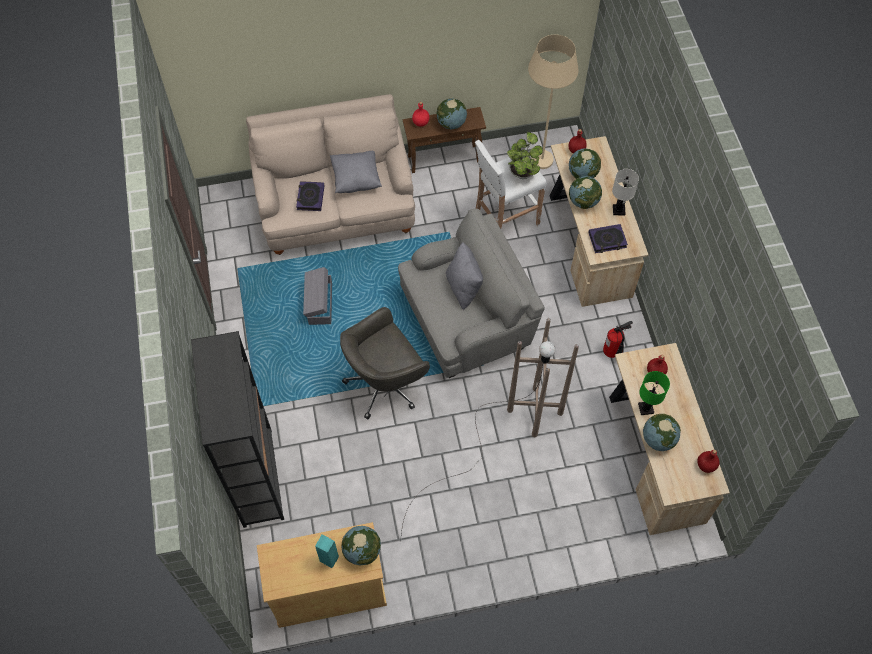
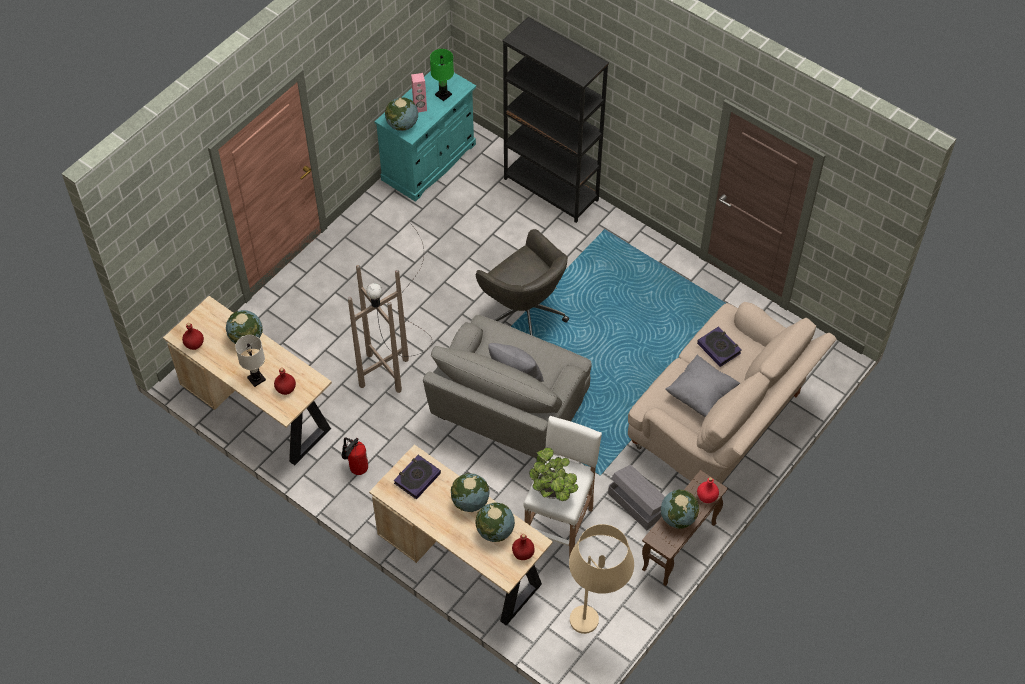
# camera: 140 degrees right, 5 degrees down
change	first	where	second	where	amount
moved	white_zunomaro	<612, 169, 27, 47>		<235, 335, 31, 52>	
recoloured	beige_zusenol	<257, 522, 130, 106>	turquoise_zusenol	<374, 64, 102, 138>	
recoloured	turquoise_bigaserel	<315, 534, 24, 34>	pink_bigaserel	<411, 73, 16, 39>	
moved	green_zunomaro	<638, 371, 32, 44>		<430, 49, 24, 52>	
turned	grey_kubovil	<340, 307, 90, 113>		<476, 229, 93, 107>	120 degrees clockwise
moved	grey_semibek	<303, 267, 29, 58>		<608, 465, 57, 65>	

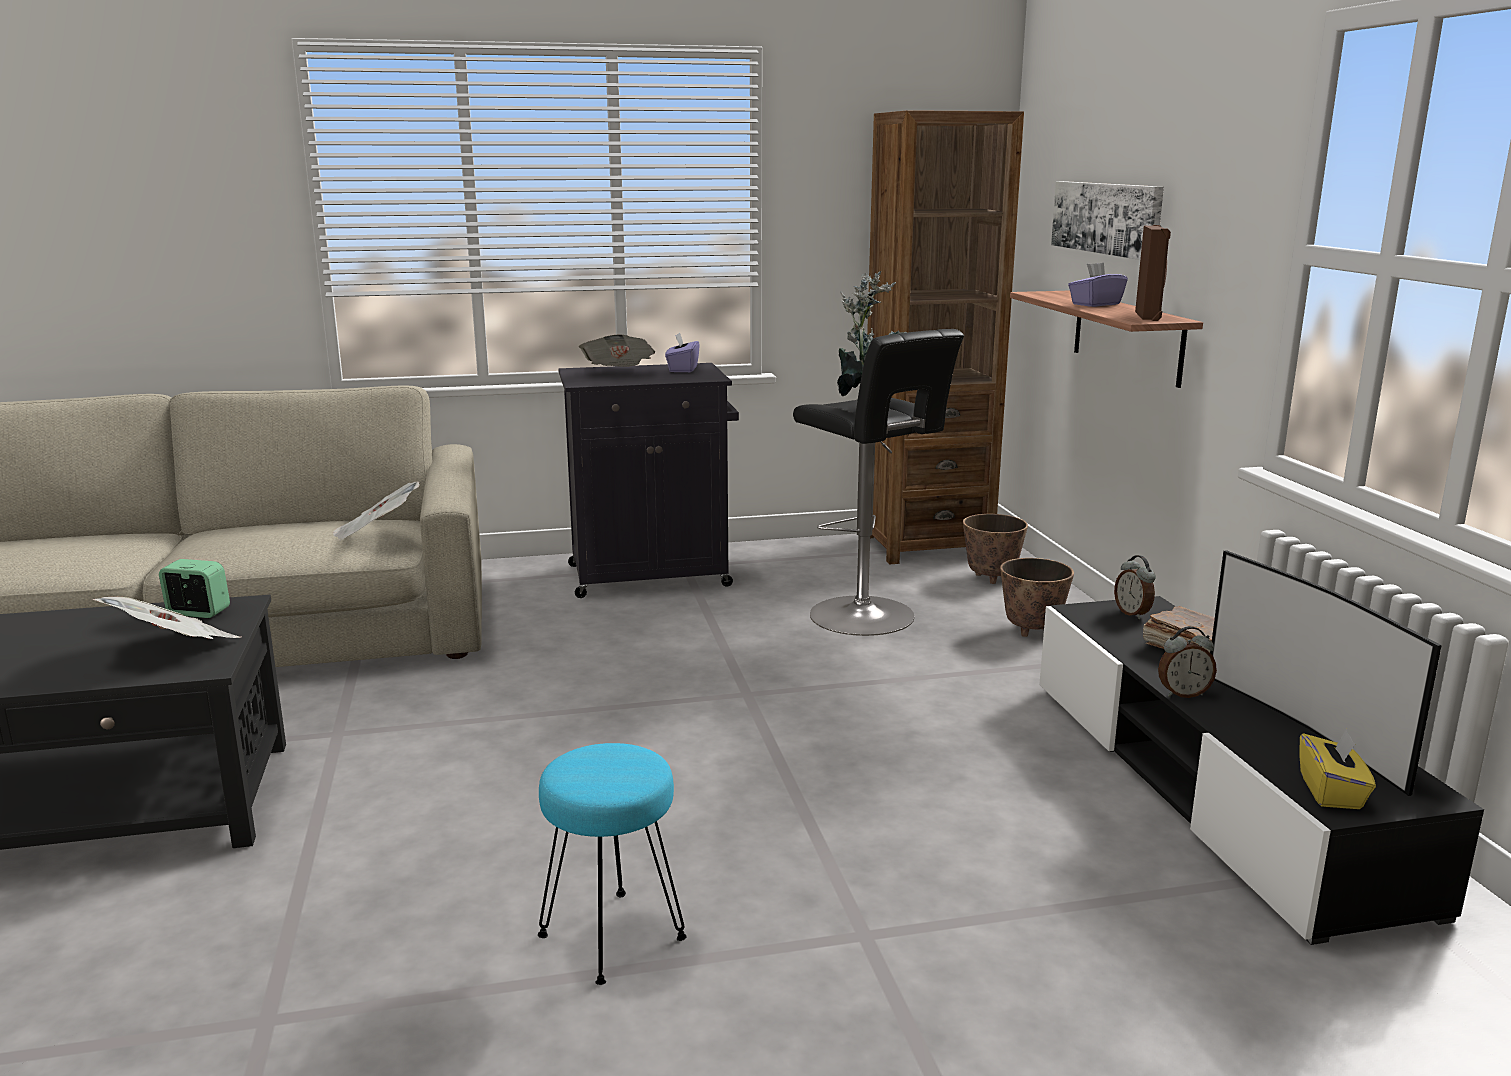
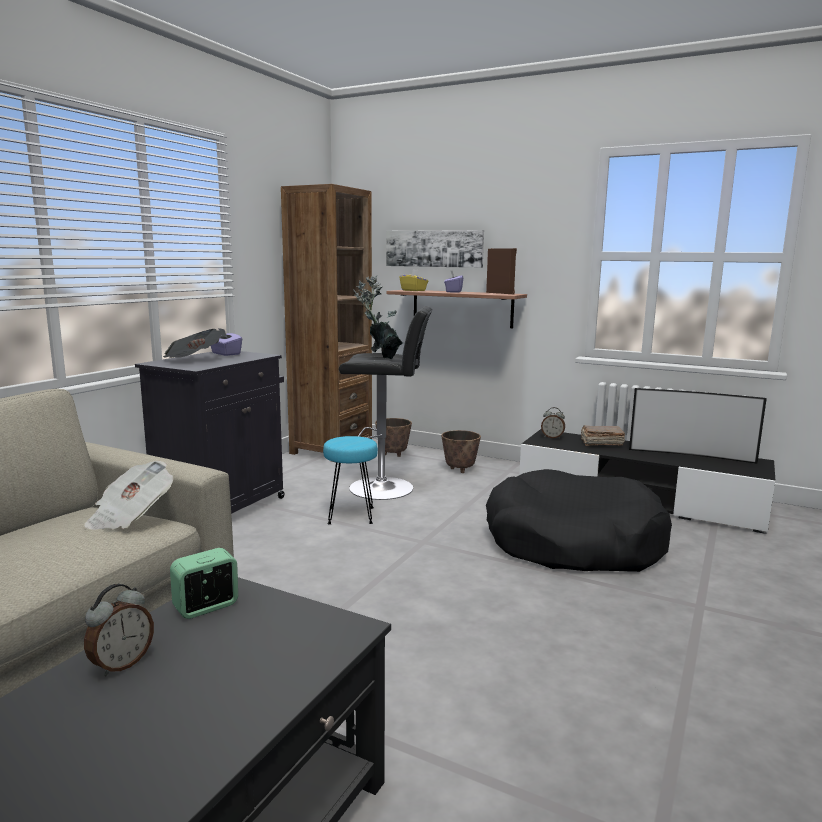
# camera: 50 degrees left, 5 degrees down
change	first	where	second	where	amount
moved	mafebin	<1158, 626, 59, 72>		<84, 584, 70, 92>	
moved	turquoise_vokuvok	<538, 743, 149, 242>		<323, 436, 55, 89>	
moved	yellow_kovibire	<1299, 729, 77, 80>		<399, 270, 29, 21>	
added			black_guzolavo	<486, 469, 186, 103>	
removed	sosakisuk	<93, 597, 149, 42>			

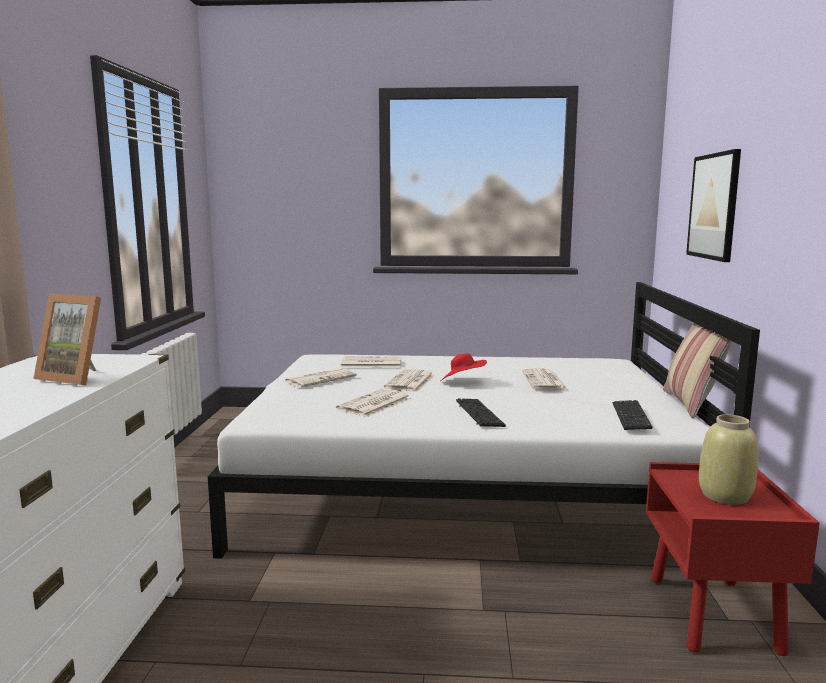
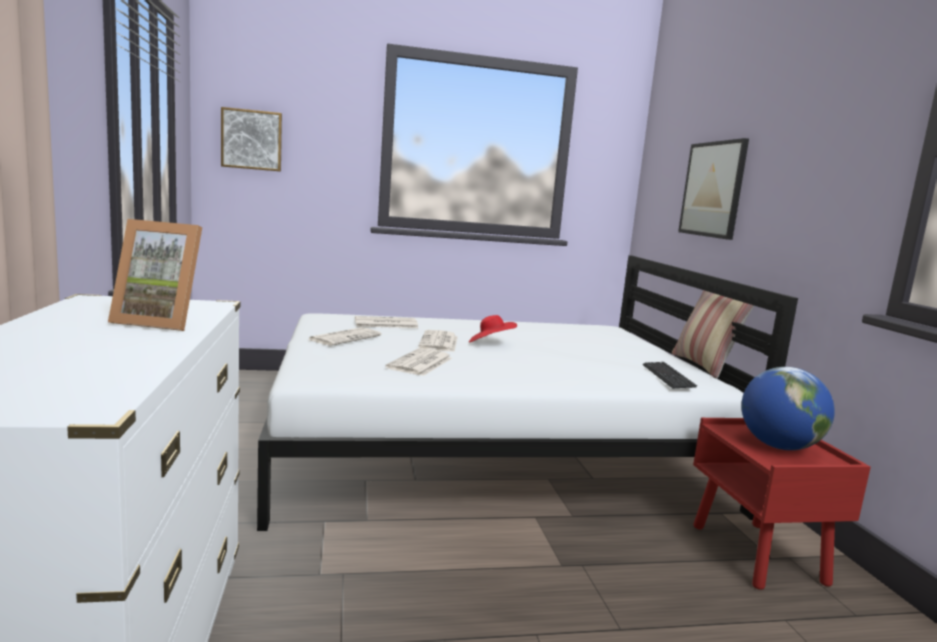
# camera: 15 degrees left, 0 degrees up
change	first	where	second	where	amount
added			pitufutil	<221, 107, 61, 65>	
replaced	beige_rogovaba	<699, 414, 59, 91>	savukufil	<741, 367, 94, 83>	
removed	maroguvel	<456, 398, 50, 29>			
removed	sosakisuk	<522, 368, 46, 22>			

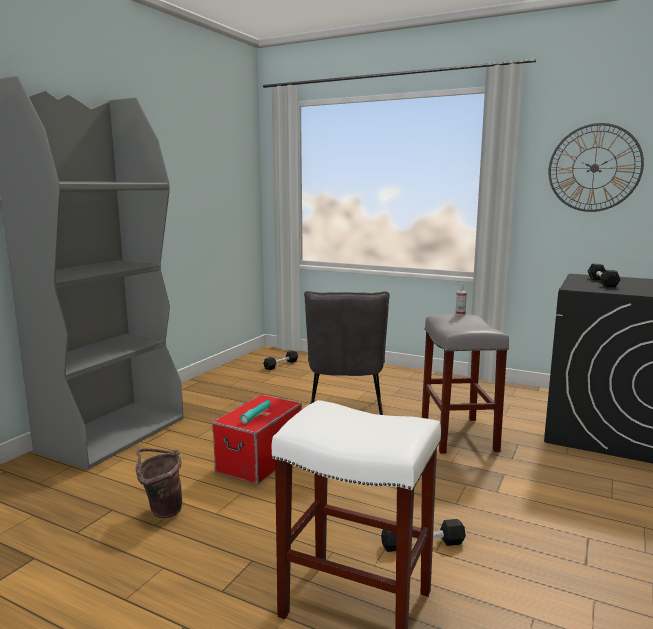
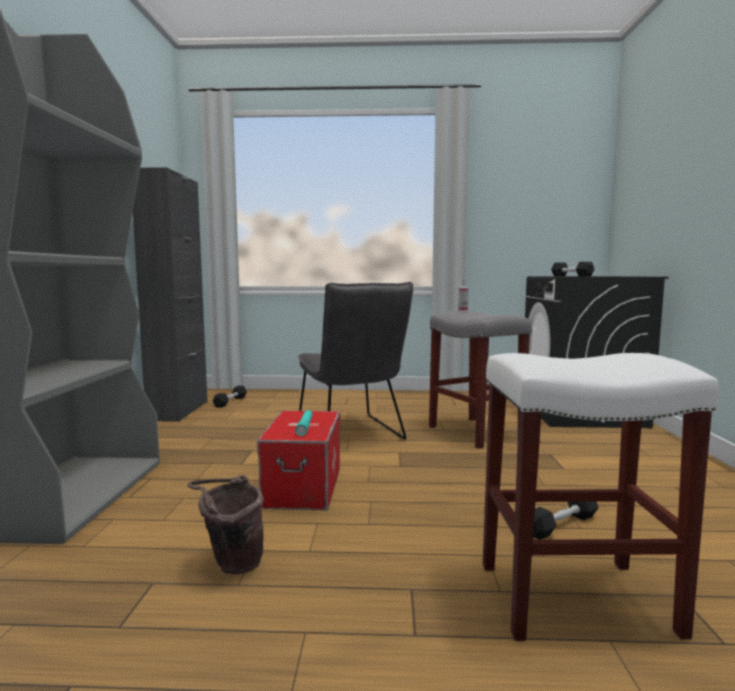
# camera: 25 degrees left, 5 degrees down
change	first	where	second	where	amount
added			black_zusenol	<133, 167, 75, 255>	
removed	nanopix	<548, 123, 96, 89>			

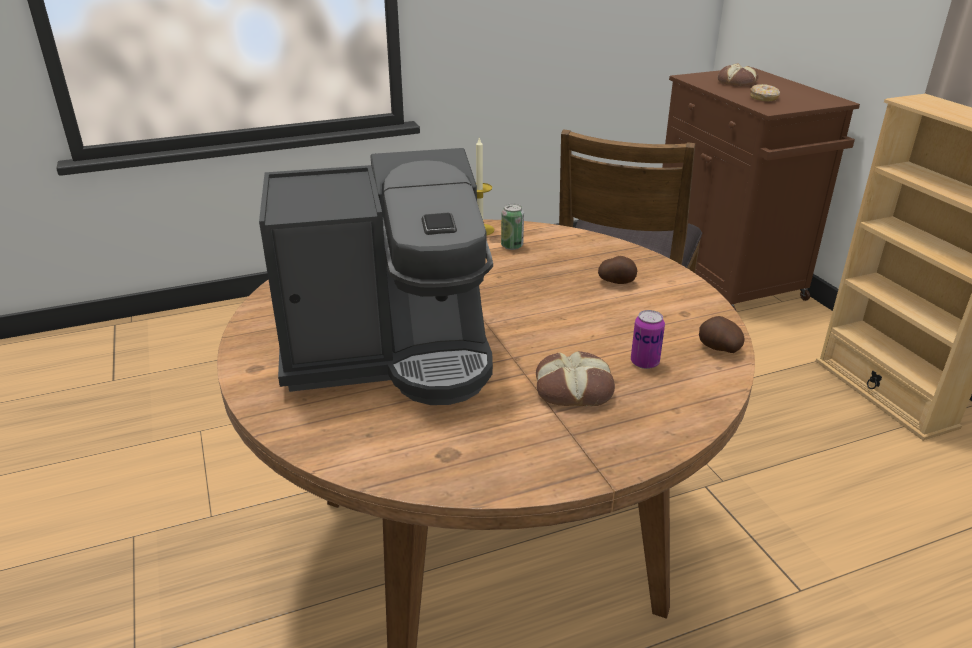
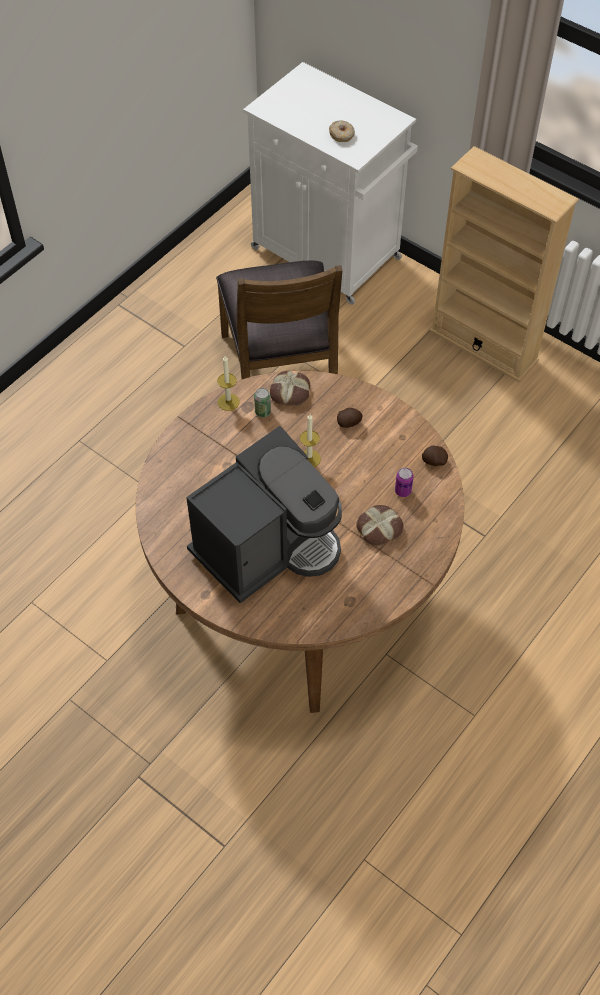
# camera: 30 degrees left, 25 degrees up
change	first	where	second	where	amount
recoloured	brown_zusenol	<662, 67, 198, 245>	white_zusenol	<243, 62, 175, 243>	
moved	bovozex	<718, 63, 41, 23>		<270, 371, 40, 35>	
added			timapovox	<300, 414, 21, 53>	

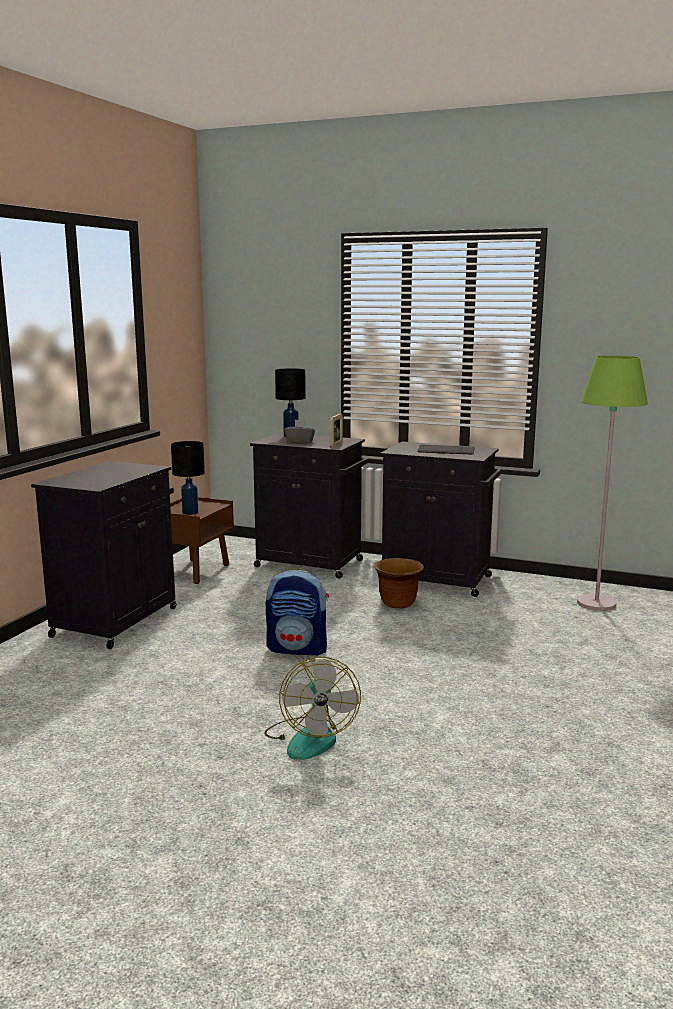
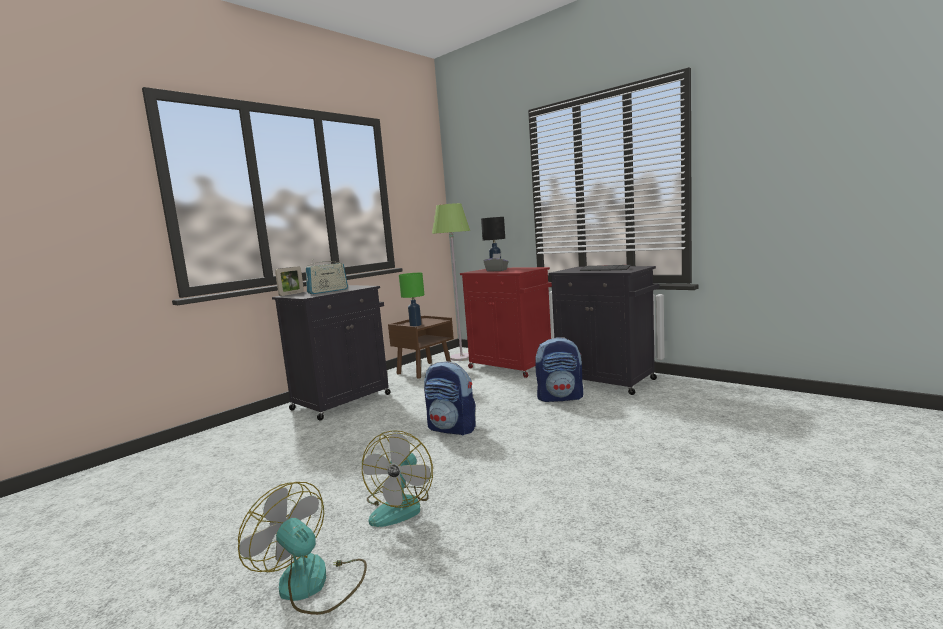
# camera: 20 degrees right, 5 degrees down
change	first	where	second	where	amount
added			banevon	<238, 482, 129, 133>	
moved	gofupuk	<330, 414, 13, 34>		<275, 266, 29, 30>	
added			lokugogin	<305, 259, 43, 35>	
recoloured	black_zunomaro	<171, 441, 34, 74>	green_zunomaro	<399, 273, 25, 54>	
moved	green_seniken	<577, 356, 71, 255>		<432, 203, 38, 158>	
recoloured	black_zusenol	<250, 433, 118, 146>	red_zusenol	<460, 267, 92, 111>	
replaced	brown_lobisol	<374, 558, 50, 50>	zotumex	<535, 337, 48, 65>	

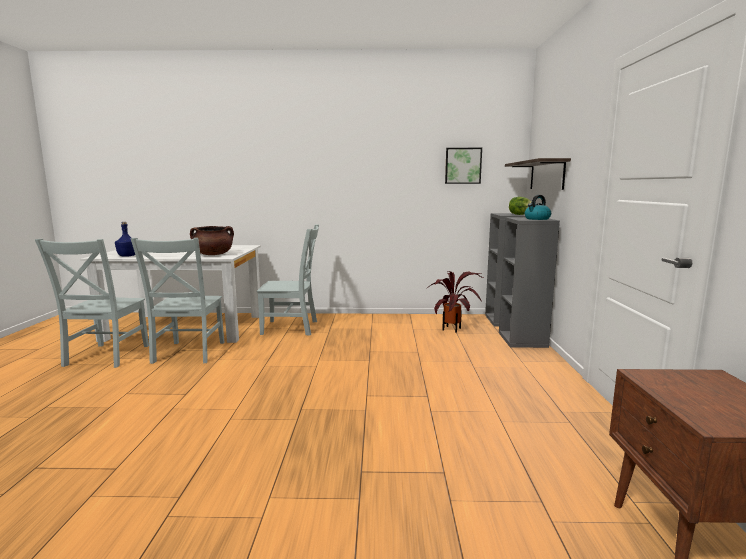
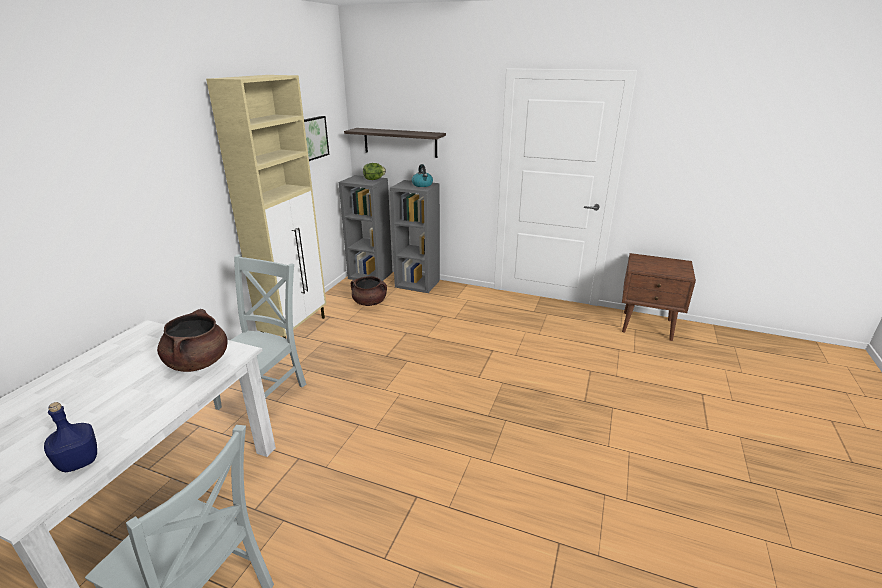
# camera: 70 degrees left, 15 degrees up
change	first	where	second	where	amount
added			beige_zusenol	<206, 75, 120, 263>	
replaced	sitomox	<426, 271, 57, 61>	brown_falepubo	<351, 276, 36, 30>	
removed	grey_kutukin	<130, 238, 95, 126>			

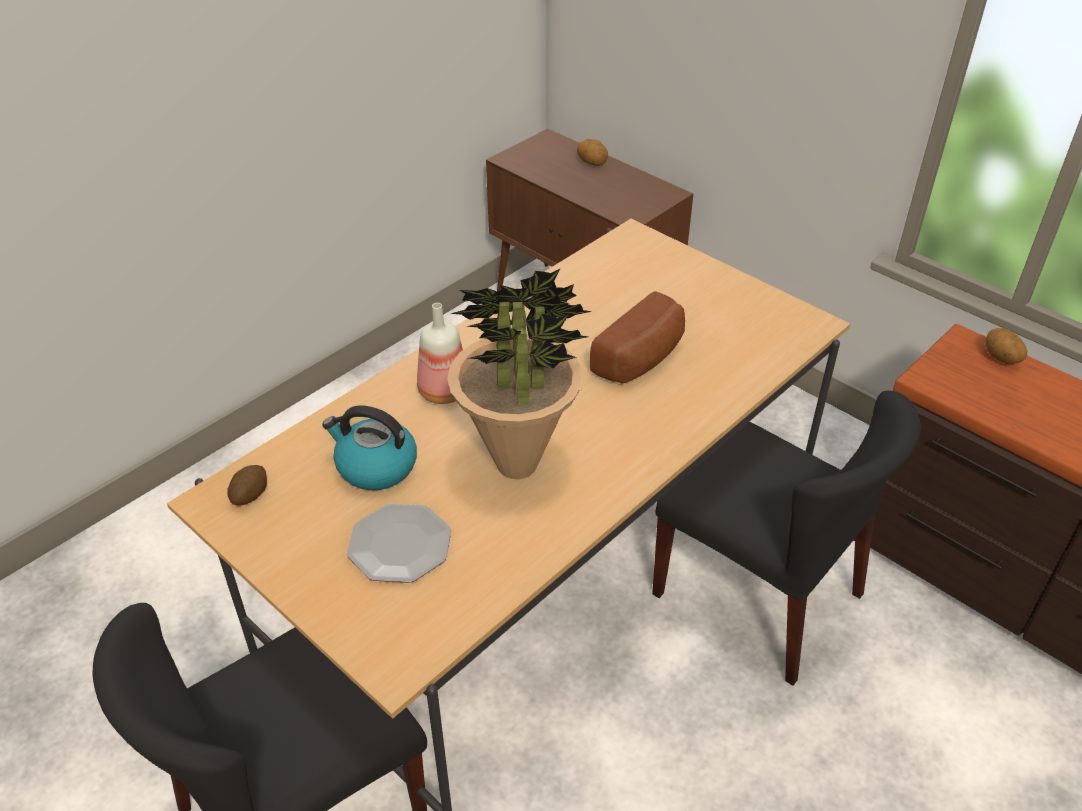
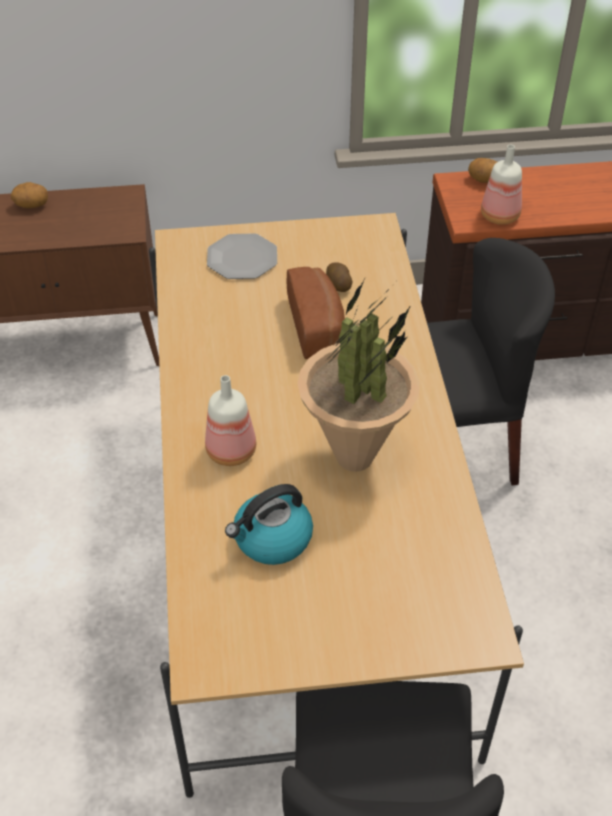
# camera: 50 degrees left, 5 degrees up
change	first	where	second	where	amount
moved	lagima	<347, 504, 104, 79>		<207, 233, 70, 46>	
moved	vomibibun	<227, 465, 40, 40>		<326, 262, 26, 30>	
added			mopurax	<481, 144, 41, 81>	

